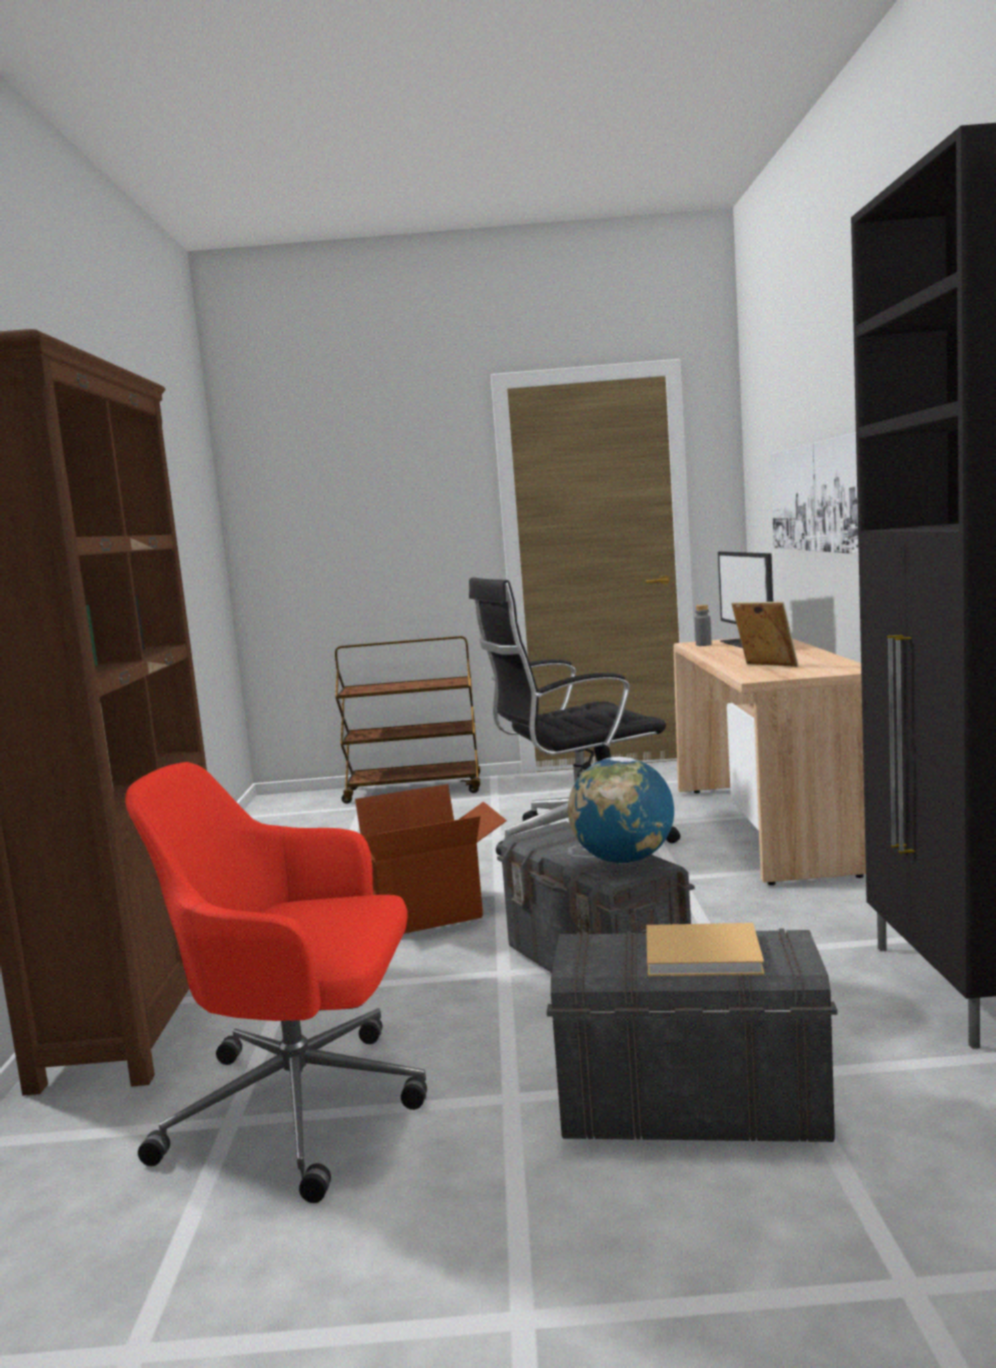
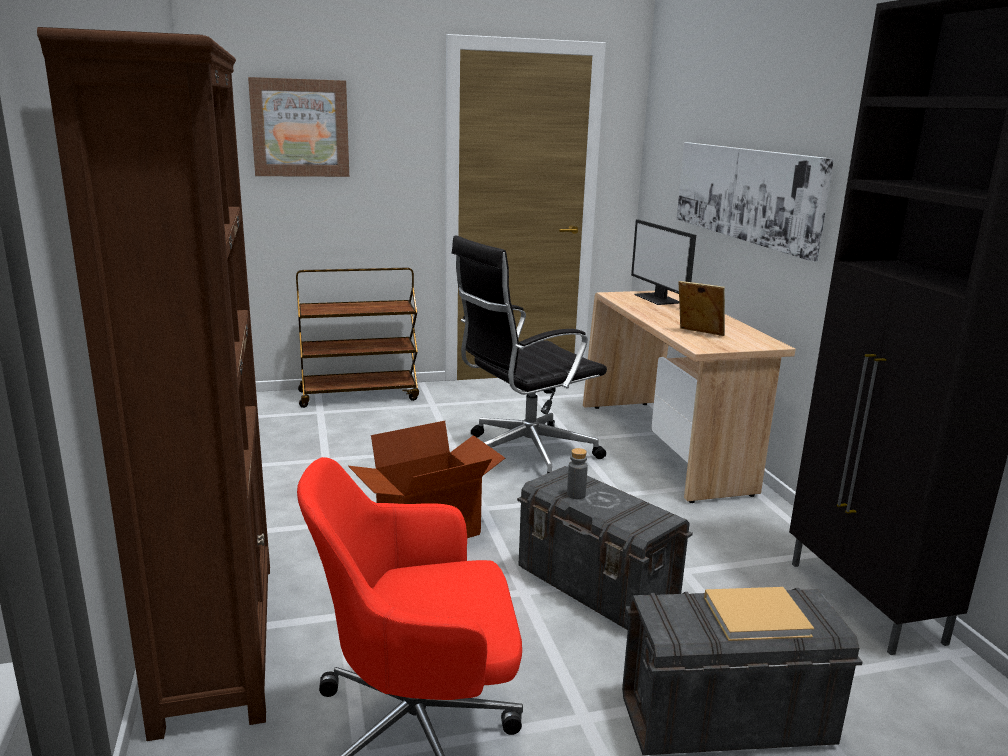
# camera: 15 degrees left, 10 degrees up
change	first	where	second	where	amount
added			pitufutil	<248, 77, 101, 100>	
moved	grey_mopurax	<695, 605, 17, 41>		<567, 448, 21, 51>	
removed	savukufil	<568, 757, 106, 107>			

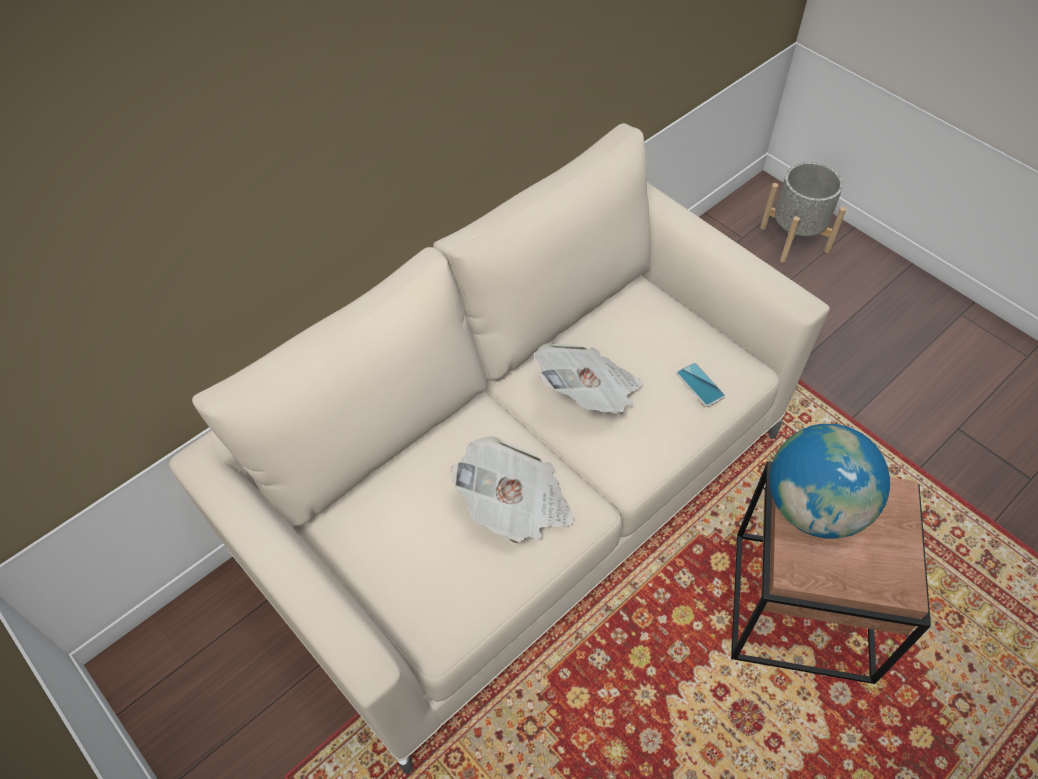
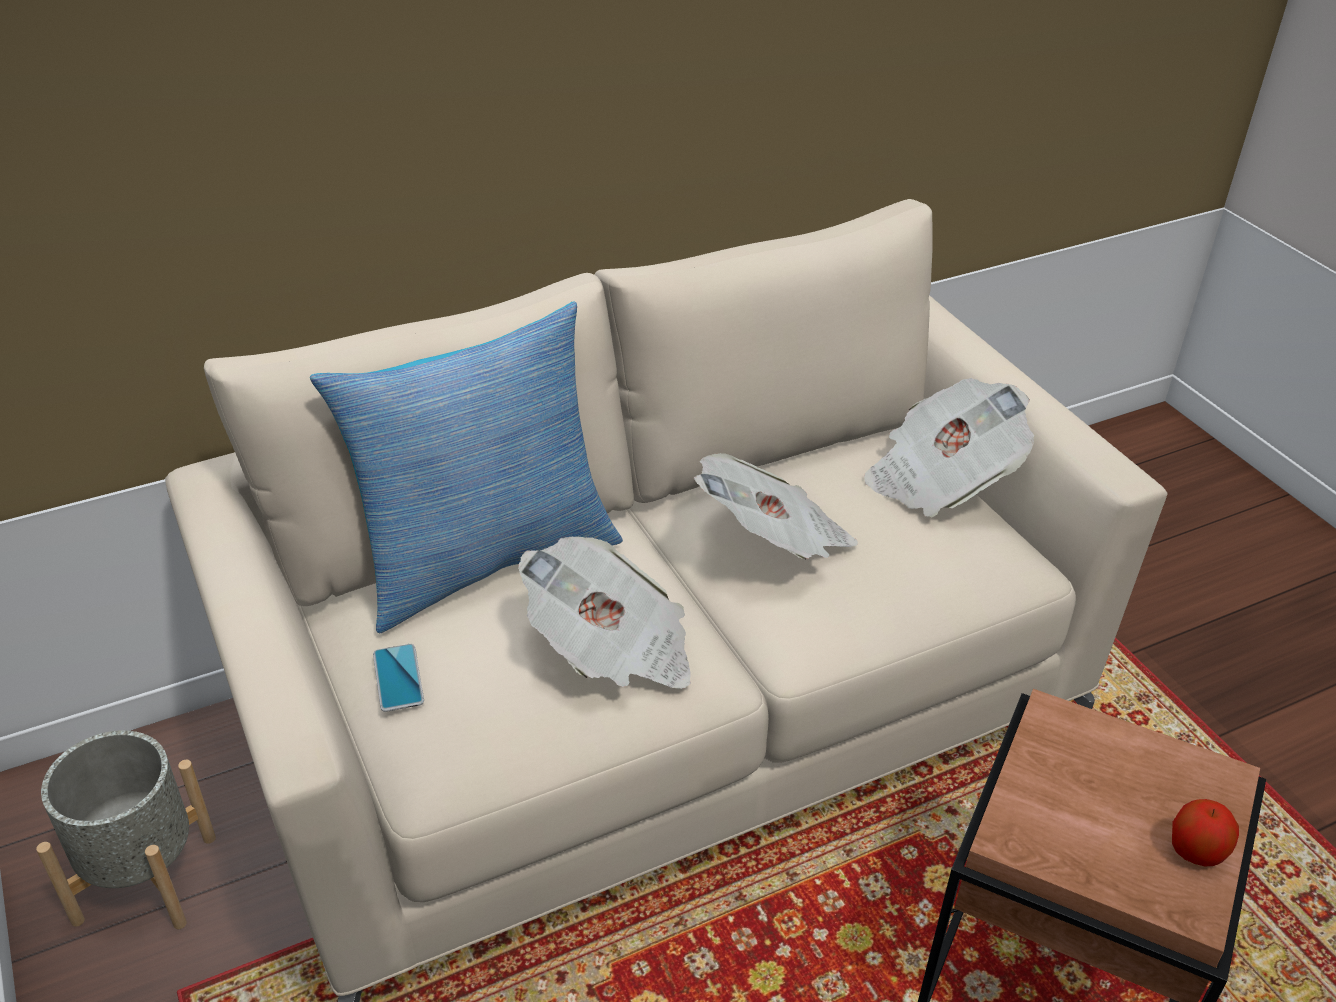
# camera: 15 degrees right, 15 degrees down
change	first	where	second	where	amount
moved	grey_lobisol	<760, 162, 86, 101>		<36, 730, 180, 199>	
added			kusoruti	<310, 301, 313, 332>	
moved	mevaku	<676, 363, 49, 44>		<373, 644, 51, 68>	
added			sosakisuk	<864, 378, 170, 139>	
added			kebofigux	<1172, 799, 67, 67>	
removed	savukufil	<769, 424, 121, 115>			

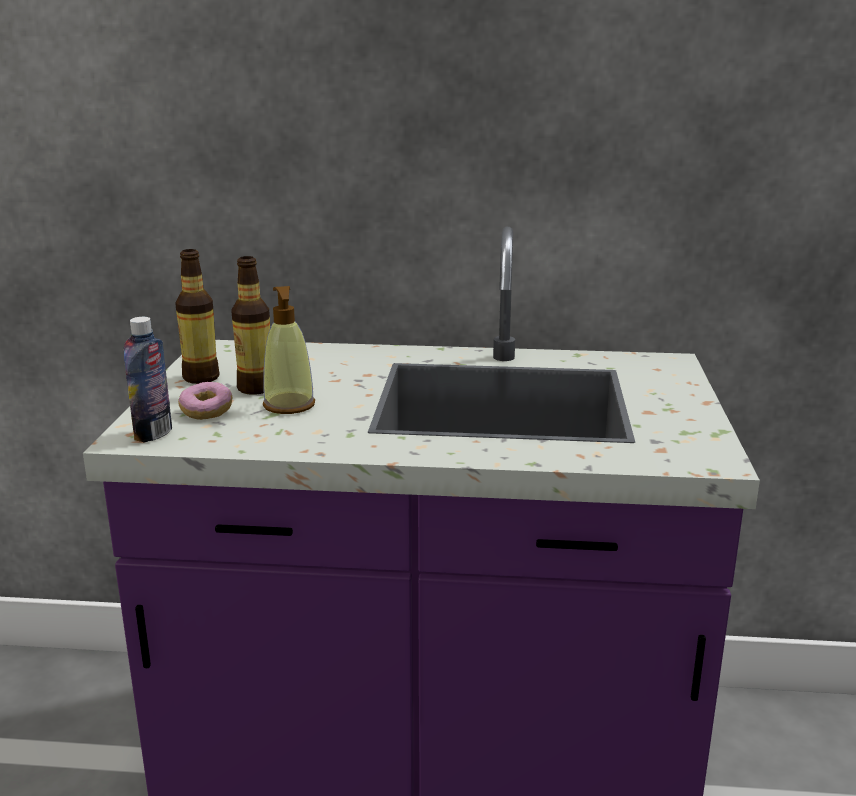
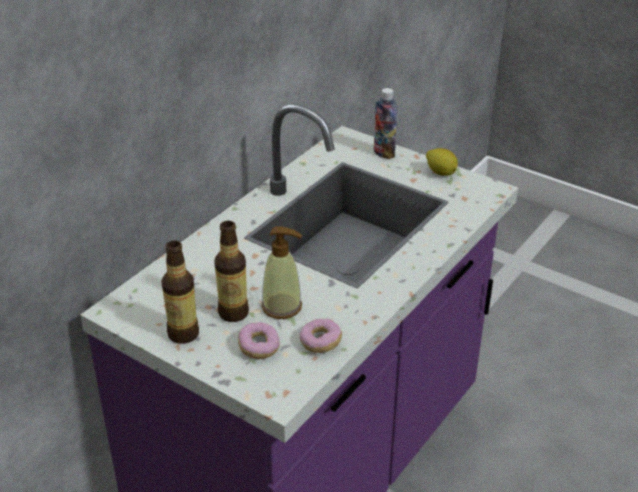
# camera: 60 degrees left, 15 degrees up
change	first	where	second	where	amount
added			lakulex	<300, 319, 42, 34>	
moved	mopurax	<124, 317, 48, 126>		<374, 88, 24, 71>	
added			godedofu	<426, 148, 32, 28>	

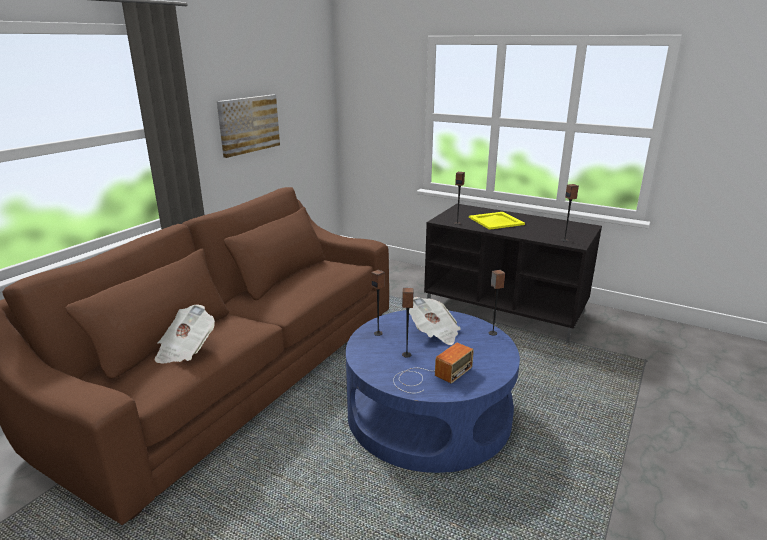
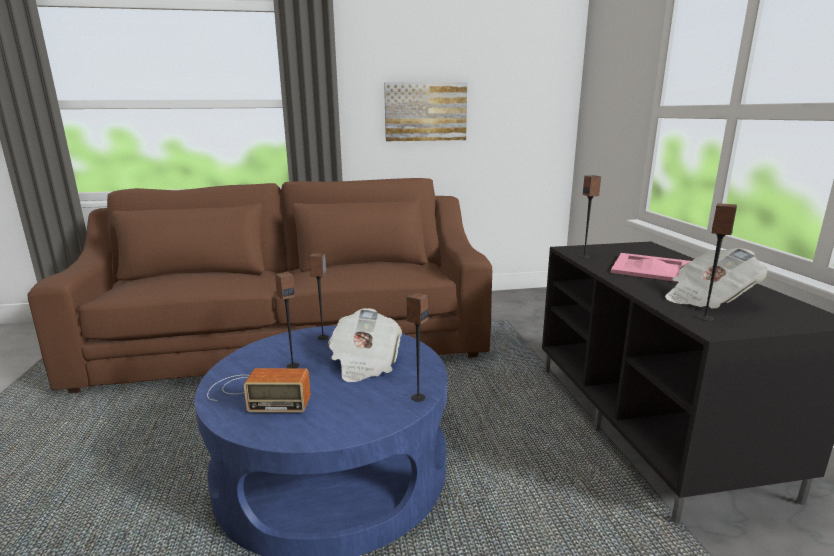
# camera: 50 degrees right, 5 degrees down
change	first	where	second	where	amount
recoloured	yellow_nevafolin	<469, 212, 56, 18>	pink_nevafolin	<611, 253, 80, 29>	
moved	sosakisuk	<154, 304, 61, 60>		<665, 248, 102, 61>	

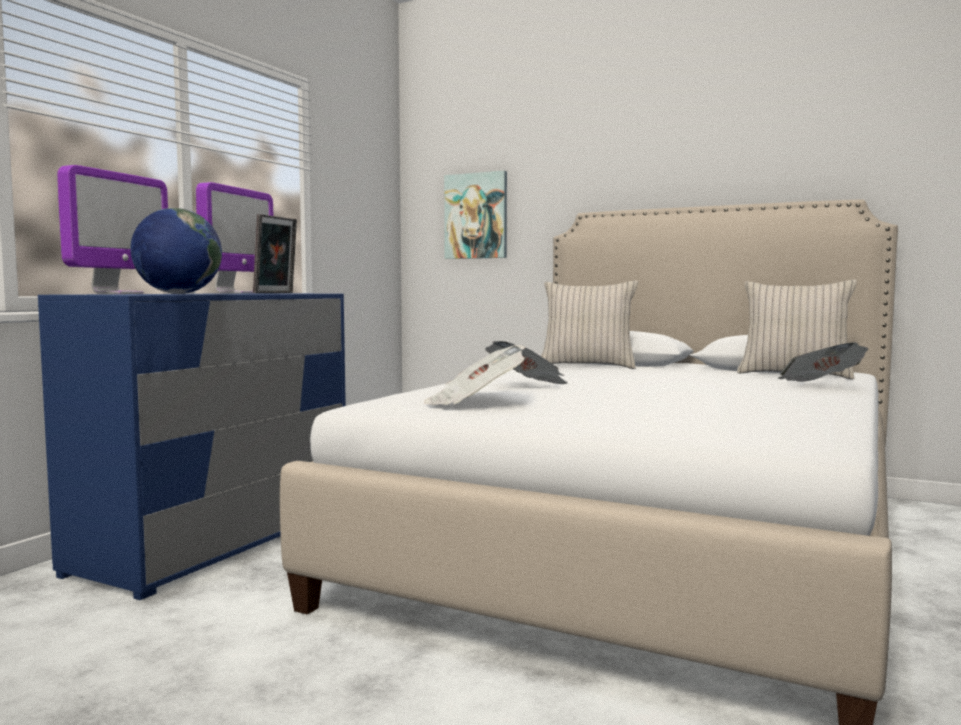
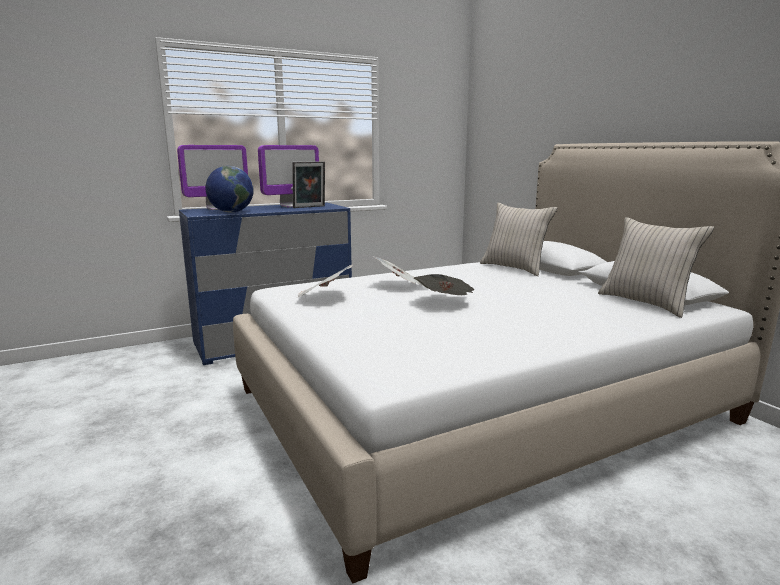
# camera: 35 degrees right, 10 degrees up
change	first	where	second	where	amount
moved	sosakisuk	<778, 342, 90, 40>		<414, 274, 60, 21>	
removed	pitufutil	<444, 171, 63, 88>			

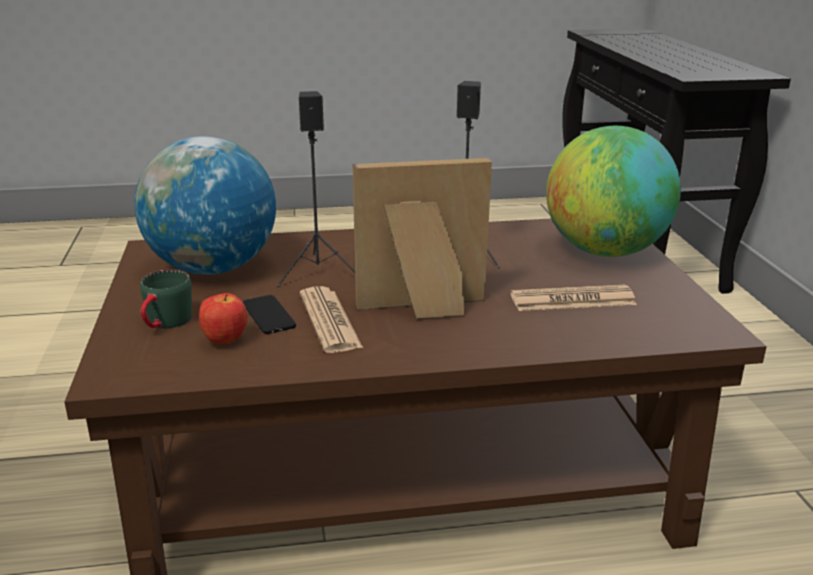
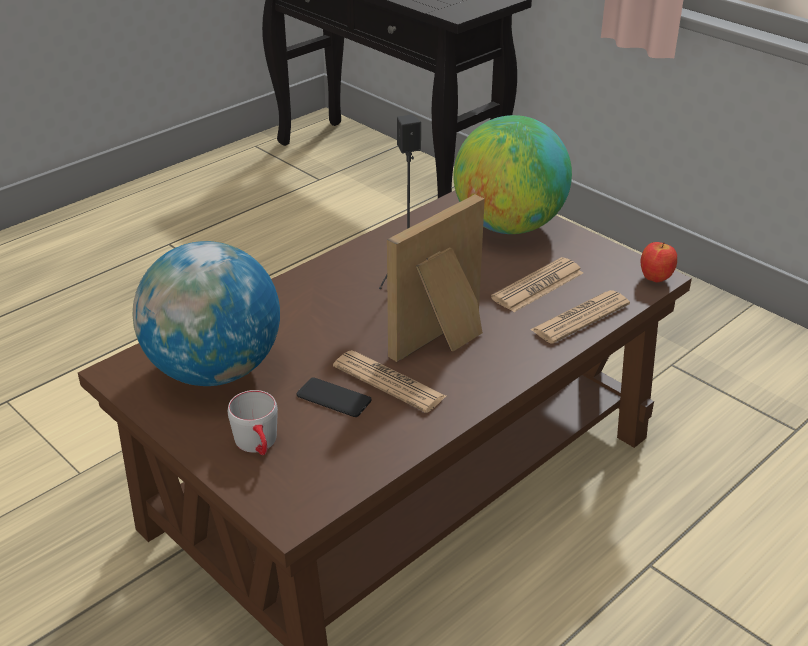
# camera: 35 degrees left, 10 degrees up
change	first	where	second	where	amount
recoloured	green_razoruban	<140, 269, 52, 59>	grey_razoruban	<228, 390, 50, 65>	
added			sosakisuk	<530, 290, 100, 54>	
moved	kebofigux	<199, 293, 48, 51>		<641, 242, 36, 41>	
removed	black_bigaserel	<276, 91, 79, 197>			

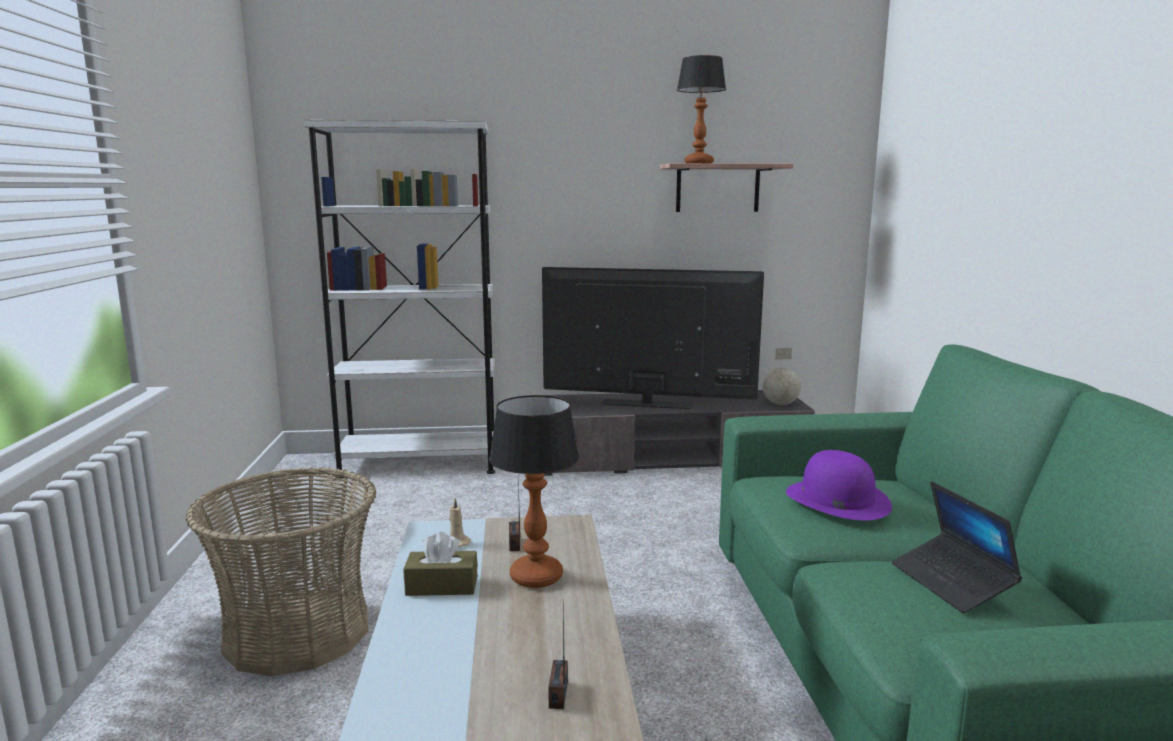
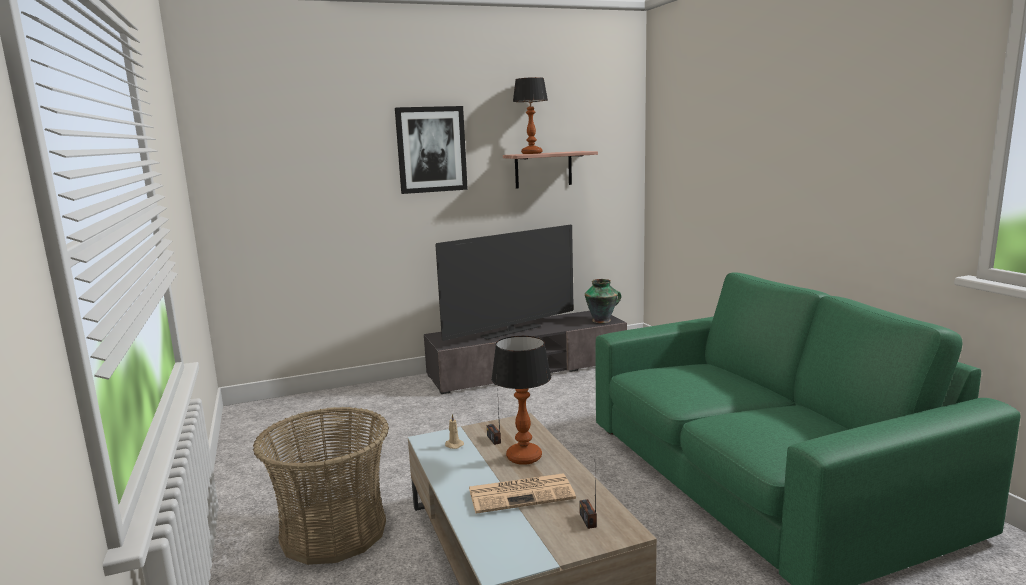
# camera: 15 degrees left, 0 degrees up
change	first	where	second	where	amount
added			pitufutil	<395, 106, 73, 88>	
turned	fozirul	<542, 267, 222, 142>		<435, 225, 139, 116>	150 degrees clockwise
added			sosakisuk	<469, 473, 107, 41>	
replaced	savukufil	<763, 348, 38, 57>	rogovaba	<585, 279, 36, 44>	
removed	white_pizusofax	<304, 120, 191, 359>			
removed	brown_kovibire	<403, 532, 75, 64>			
removed	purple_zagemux	<786, 450, 106, 70>			
removed	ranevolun	<892, 481, 130, 132>			

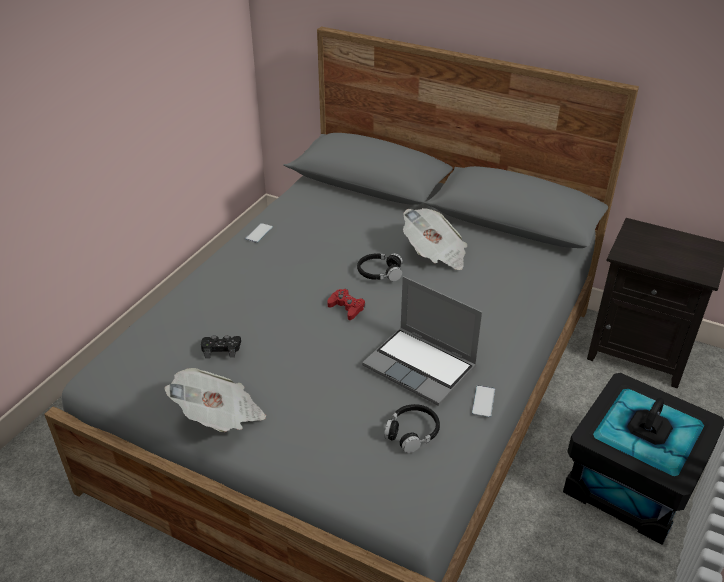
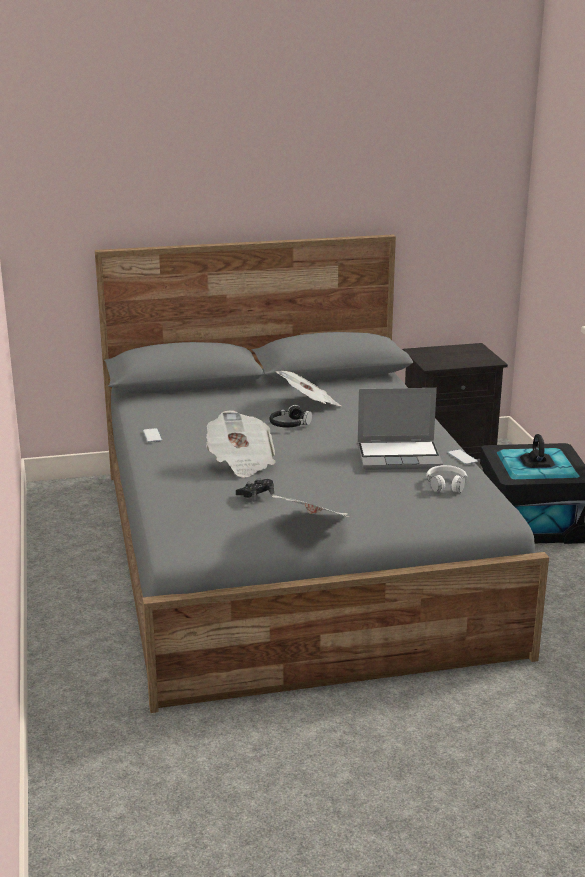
# camera: 40 degrees left, 15 degrees down
change	first	where	second	where	amount
added			sosakisuk	<206, 410, 70, 68>	
recoloured	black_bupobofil	<384, 404, 56, 49>	white_bupobofil	<426, 465, 41, 27>	
removed	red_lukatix	<327, 289, 38, 31>			

